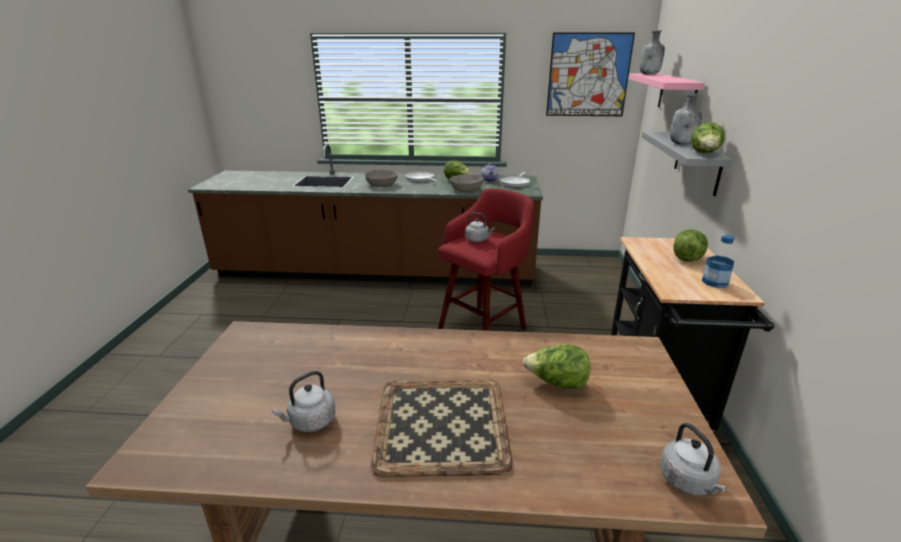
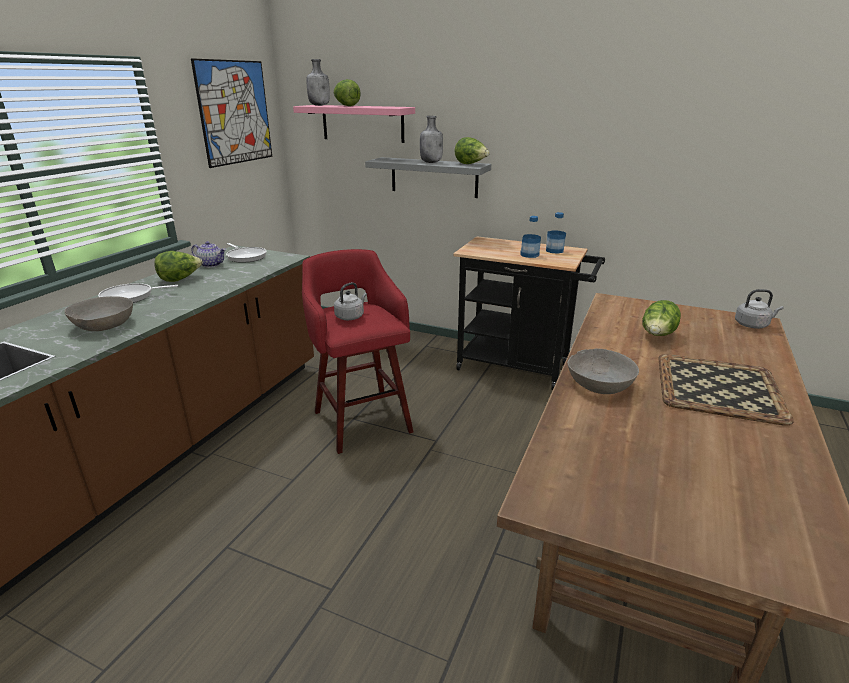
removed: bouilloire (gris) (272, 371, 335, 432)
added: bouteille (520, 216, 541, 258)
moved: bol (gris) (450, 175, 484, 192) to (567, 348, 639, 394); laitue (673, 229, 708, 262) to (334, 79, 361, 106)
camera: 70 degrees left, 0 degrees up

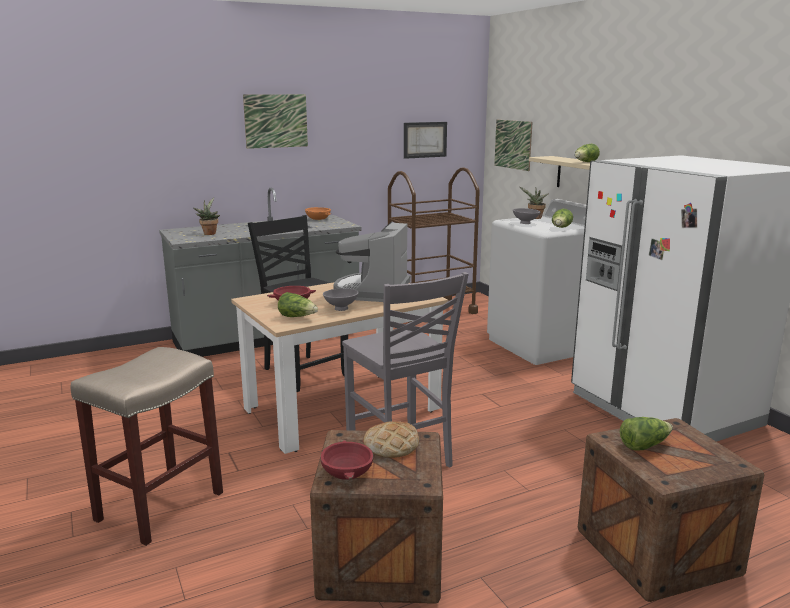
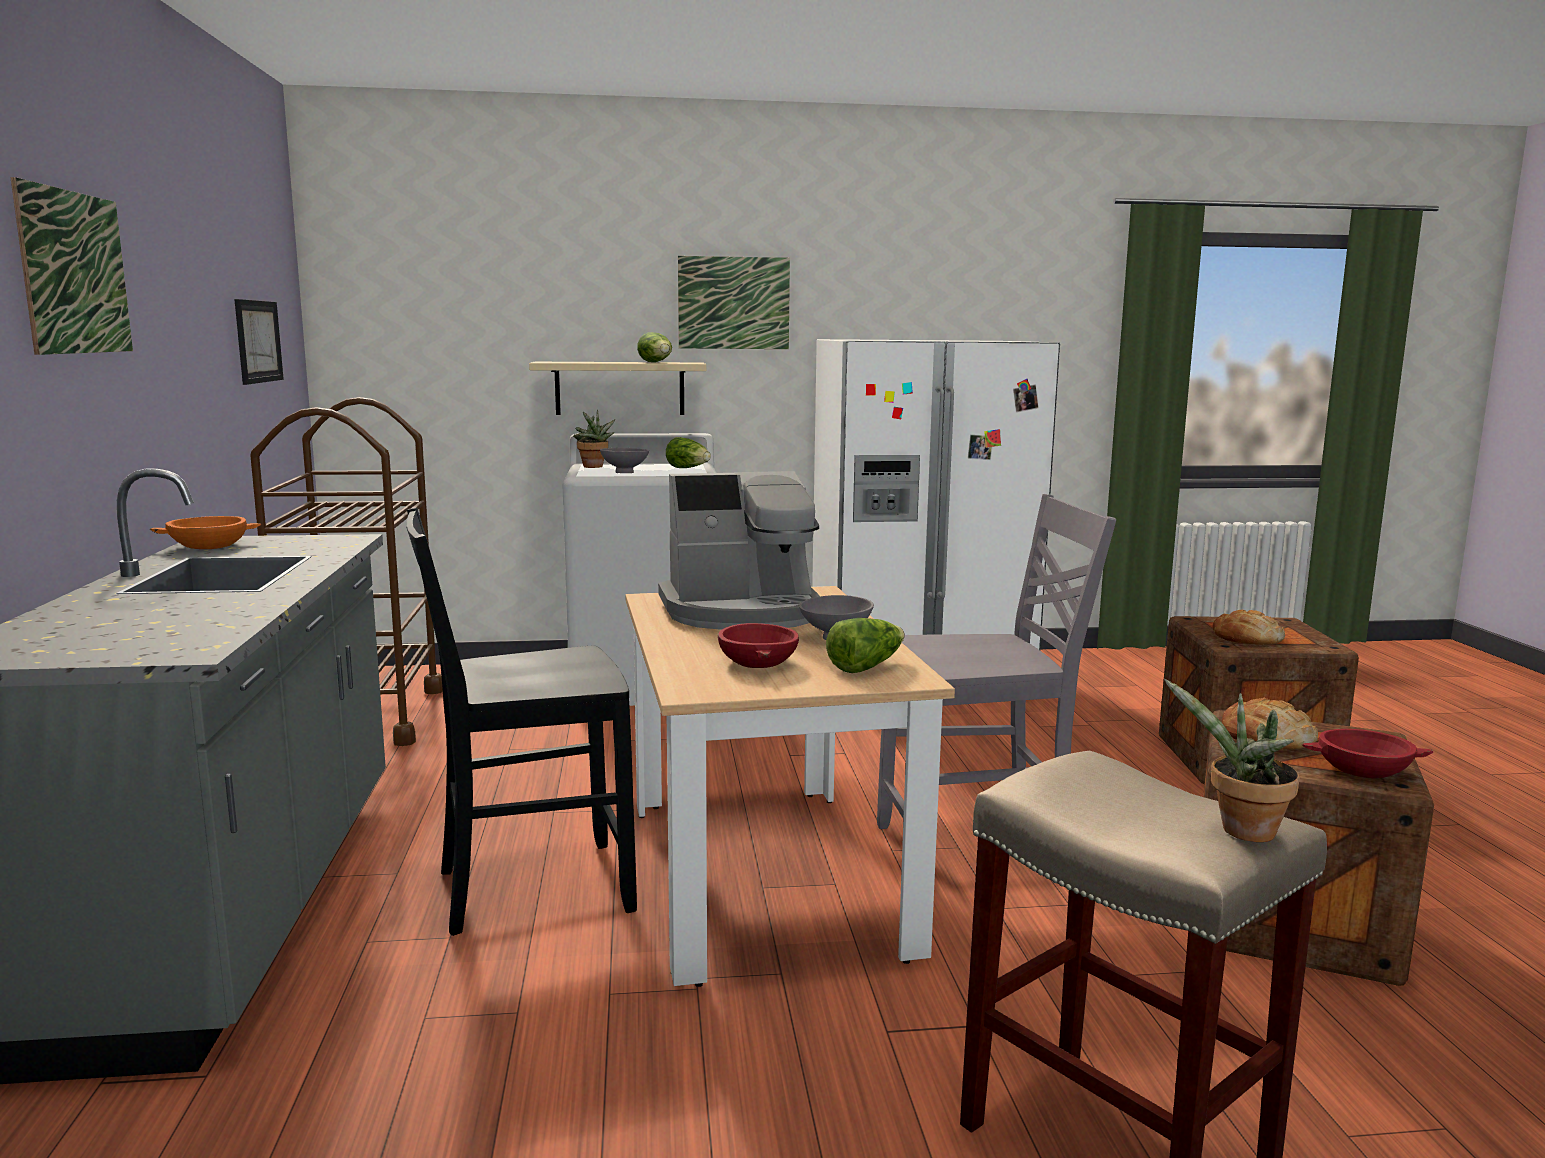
moved: plante en pot (194, 198, 220, 235) to (1164, 679, 1300, 842); tableau (494, 120, 533, 171) to (678, 256, 790, 349)
replaced: laitue (620, 417, 673, 451) to pain (1212, 609, 1285, 645)
turned: machine à café (333, 222, 410, 302) = (658, 471, 820, 630) 45 degrees counterclockwise
camera: 70 degrees left, 5 degrees down

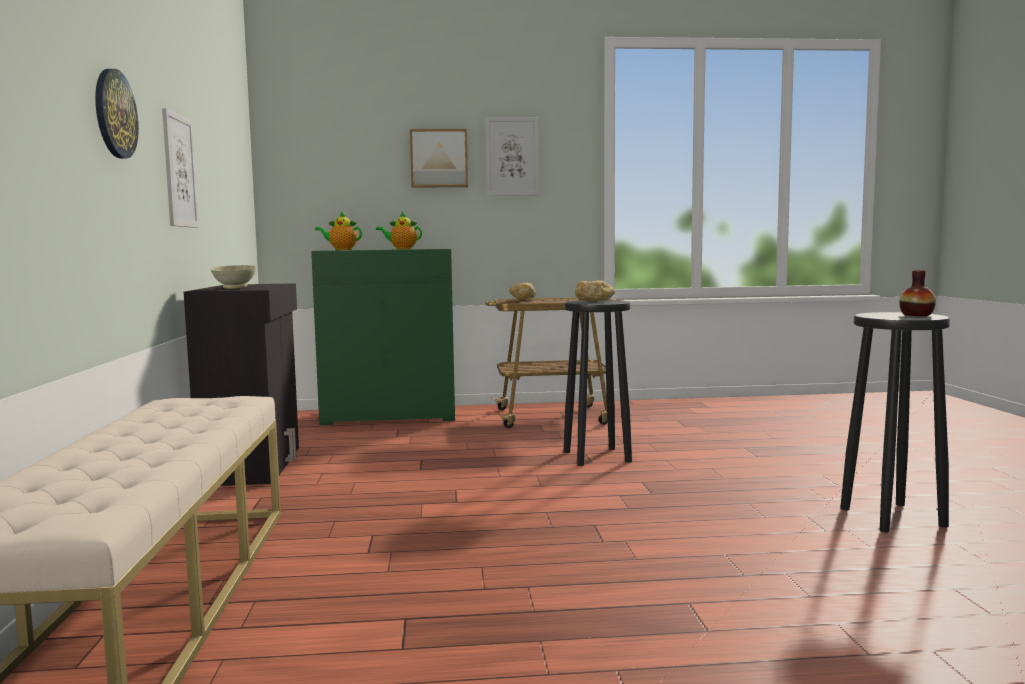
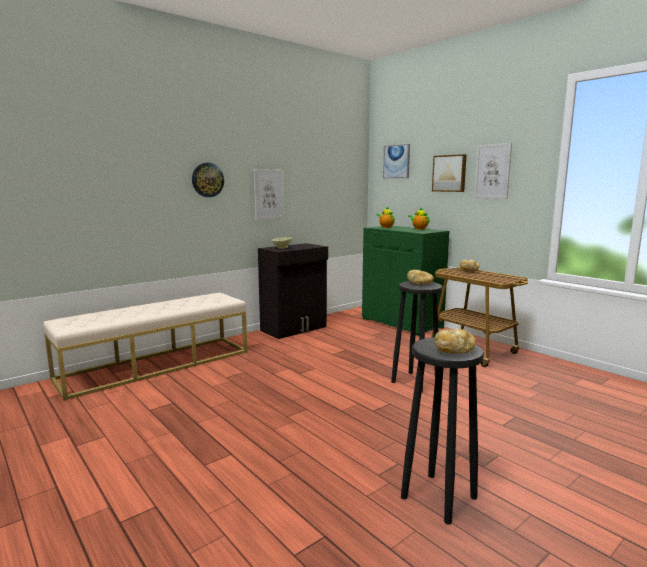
added: tableau (383, 144, 410, 178)
replaced: vase (899, 270, 936, 316) to pain (435, 329, 476, 354)
camera: 55 degrees right, 5 degrees up

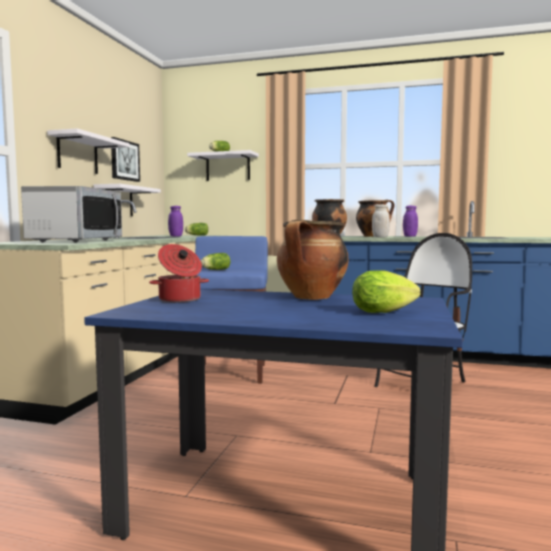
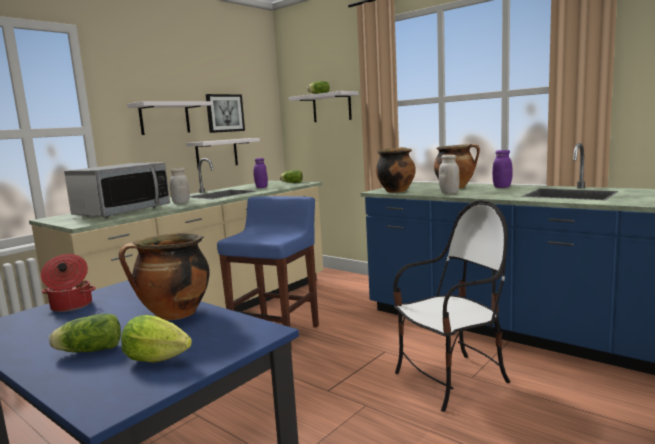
added: bocal (blanc) (170, 168, 190, 204)
moved: laitue (201, 253, 230, 270) to (49, 314, 121, 352)
camera: 25 degrees right, 5 degrees up

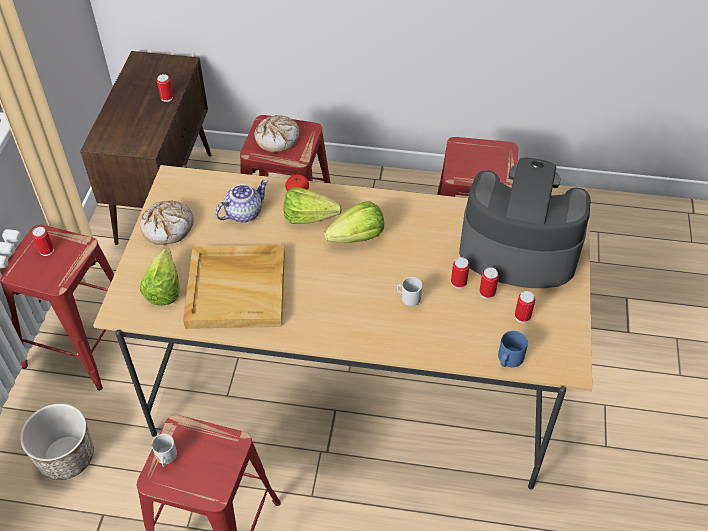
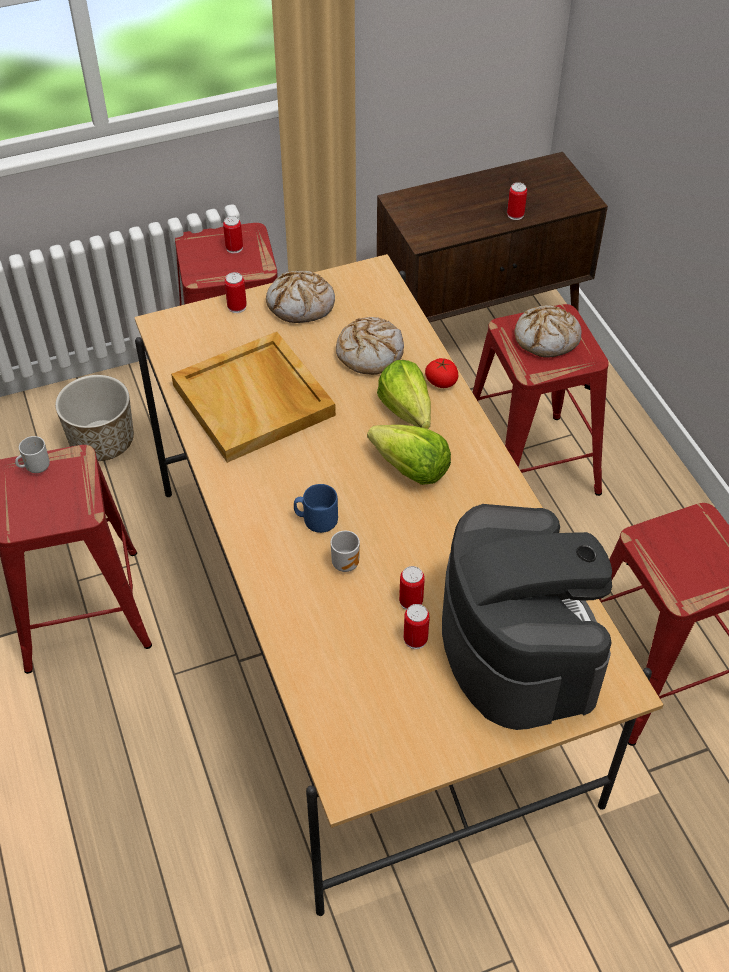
removed: laitue (140, 248, 180, 306)
moved: mug (bleu) (498, 331, 528, 367) to (294, 484, 338, 533); boîte métallique (515, 291, 535, 323) to (225, 272, 247, 313)
replaced: théière (215, 180, 268, 223) to pain (336, 317, 404, 375)
camera: 60 degrees right, 0 degrees up

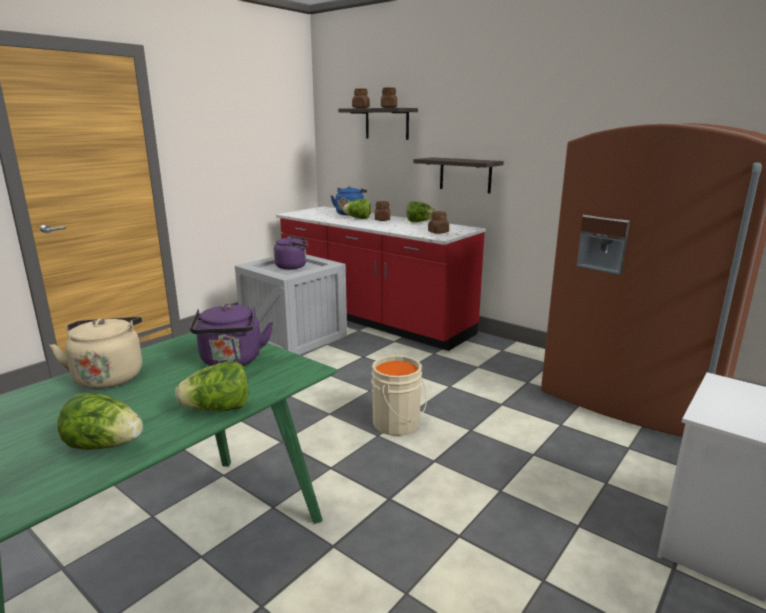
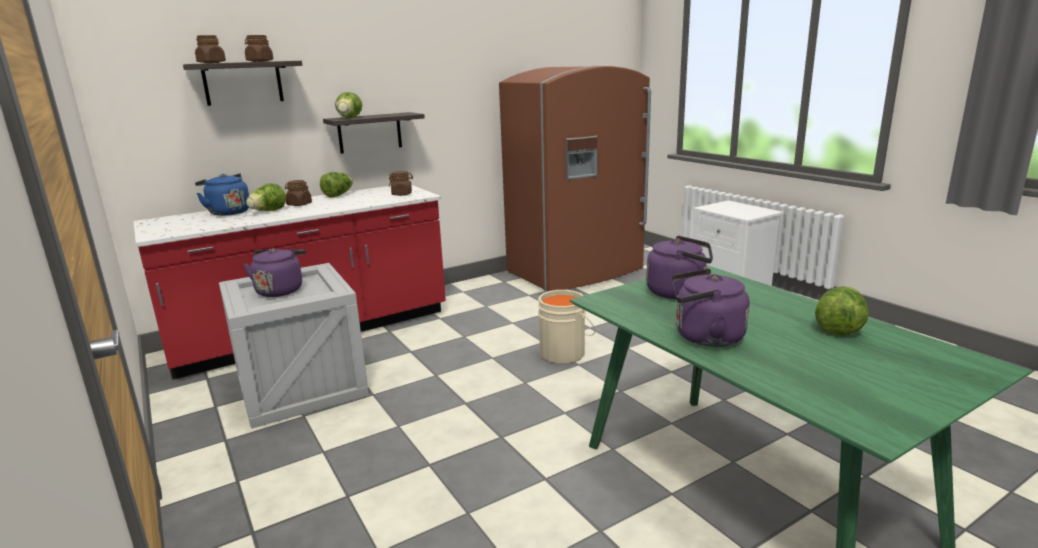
moved: laitue (175, 361, 248, 412) to (335, 92, 362, 118)
recoloured: bouilloire (beige) (49, 317, 142, 389) to bouilloire (violet) (671, 269, 750, 347)
camera: 70 degrees left, 0 degrees up

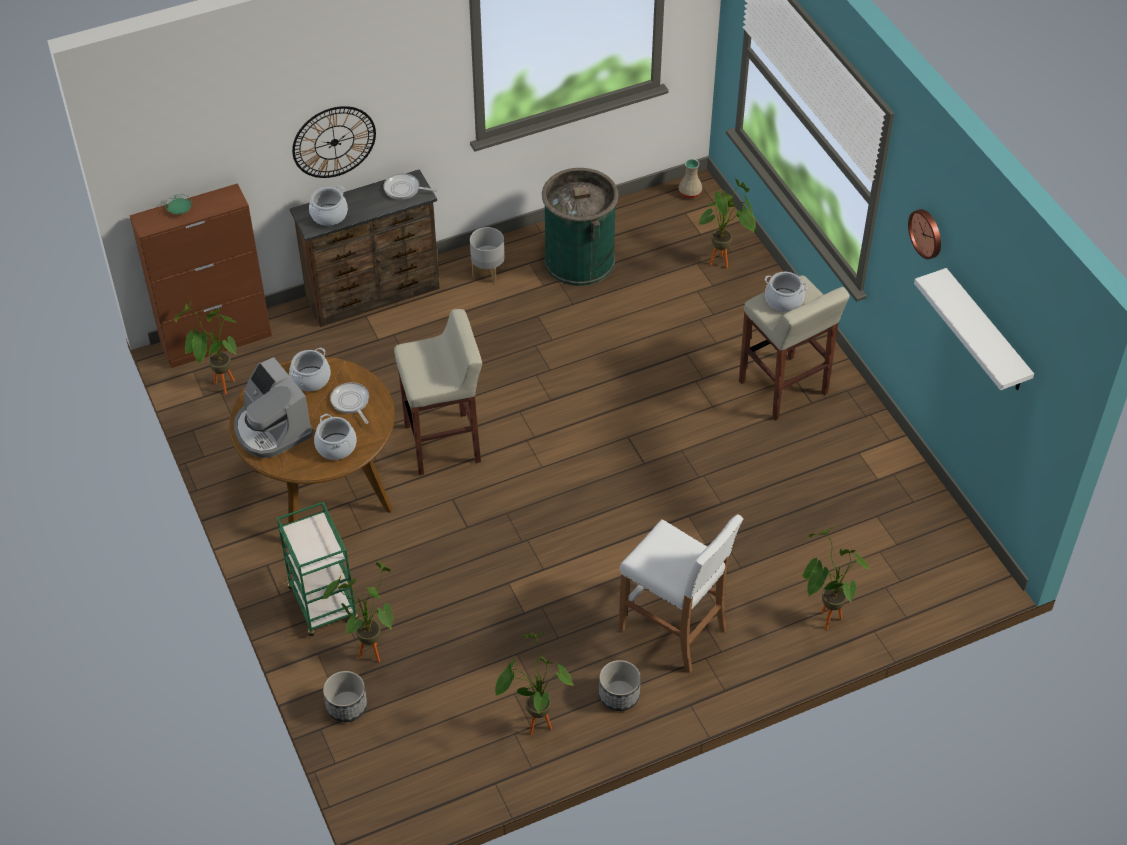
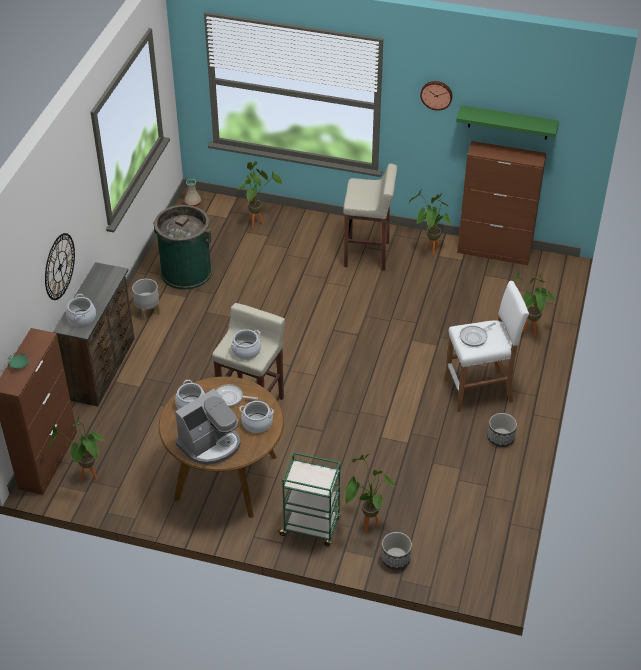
added: meuble de rangement (marron) (457, 141, 547, 265)
moved: poêle (384, 173, 438, 200) to (460, 322, 496, 347); plante en pot (495, 633, 574, 735) to (409, 191, 450, 256); marmite (765, 272, 808, 312) to (230, 329, 261, 360)
recoloured: étagère (blanc) (914, 268, 1034, 390) to étagère (vert) (456, 105, 559, 140)
turned: machine à café (234, 357, 313, 458) = (175, 389, 241, 465) 45 degrees counterclockwise
camera: 50 degrees left, 5 degrees down

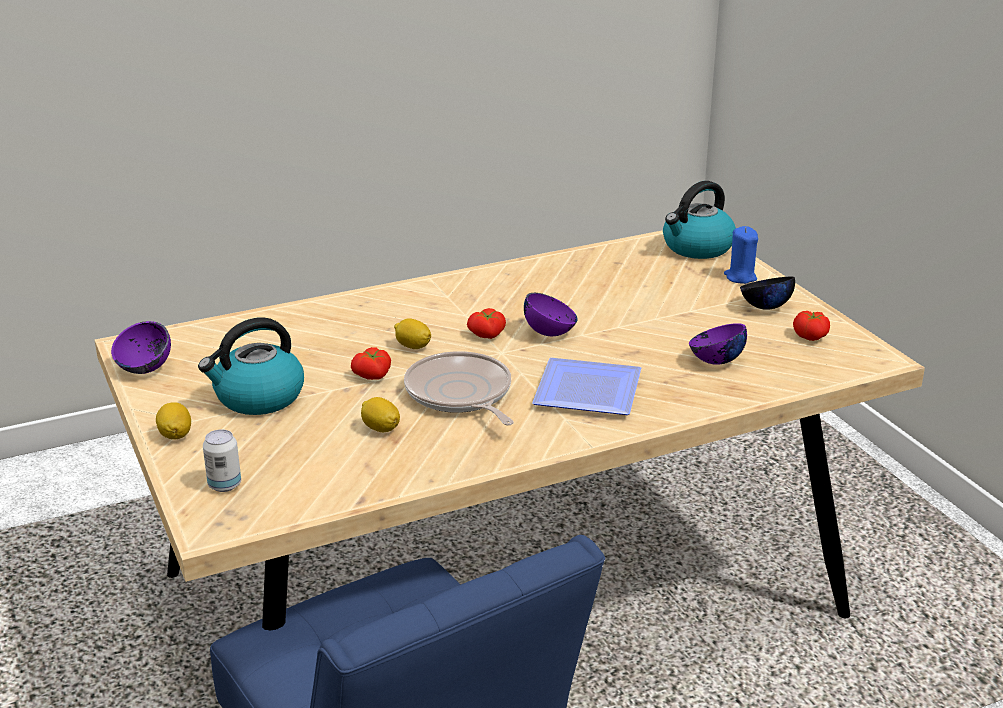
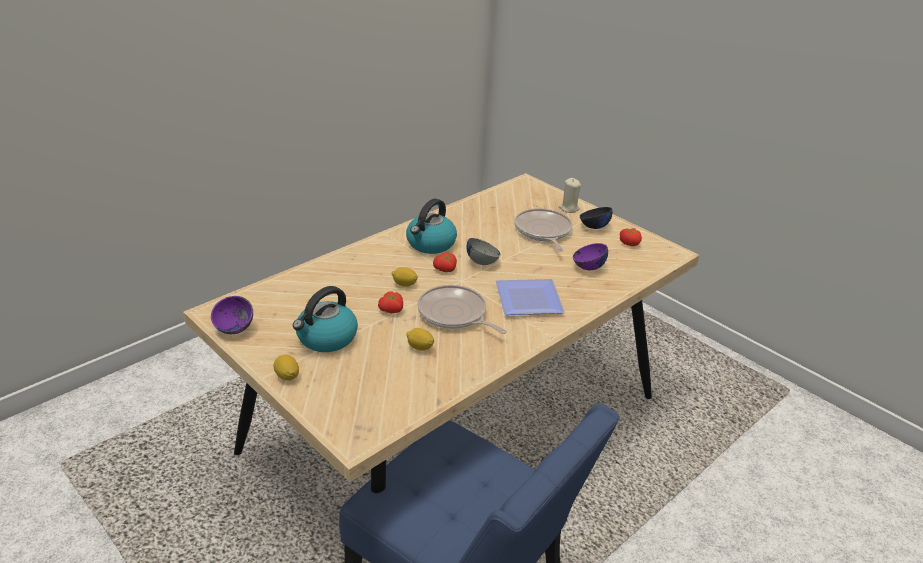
removed: boîte métallique (203, 429, 241, 492)
added: poêle (514, 208, 573, 251)
moved: bouilloire (663, 181, 736, 259) to (406, 199, 457, 254)
recoloured: bol (violet) (524, 293, 578, 336) to bol (gris) (466, 238, 501, 265); bougie (bleu) (724, 226, 758, 284) to bougie (beige) (558, 178, 581, 213)
camera: 20 degrees left, 5 degrees up

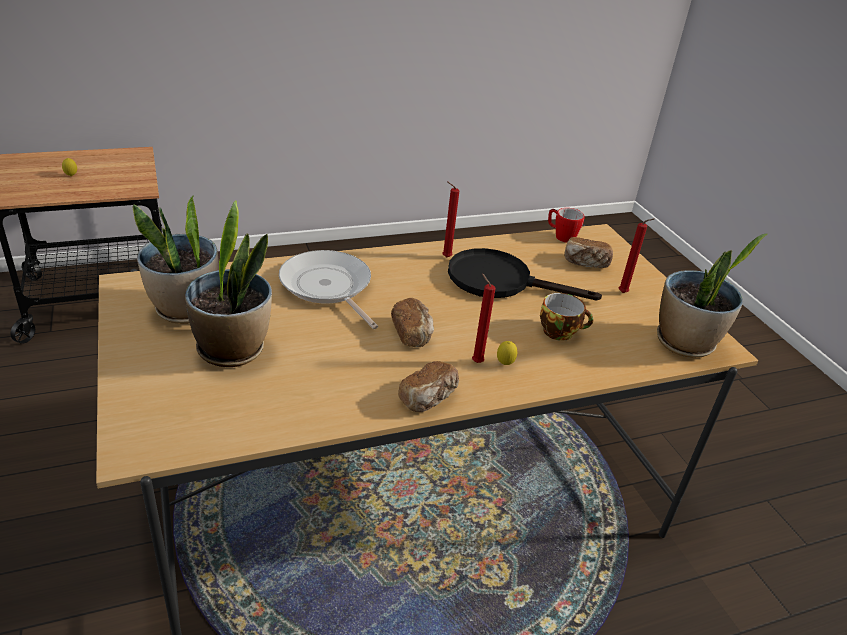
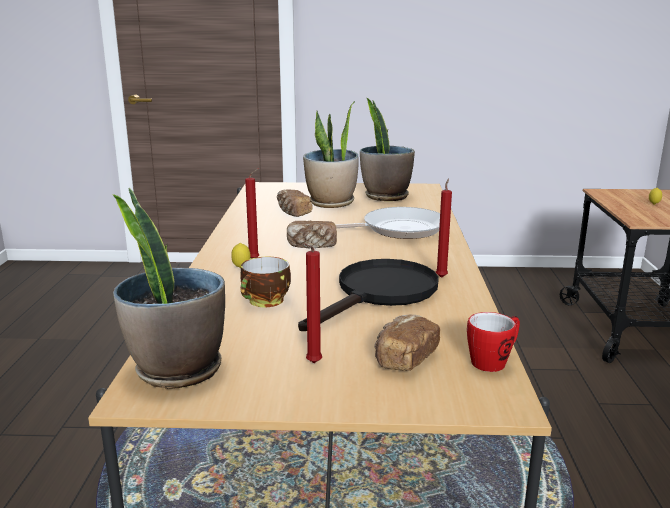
moved: pain (398, 361, 459, 412) to (277, 189, 313, 217)
camera: 115 degrees right, 15 degrees down

